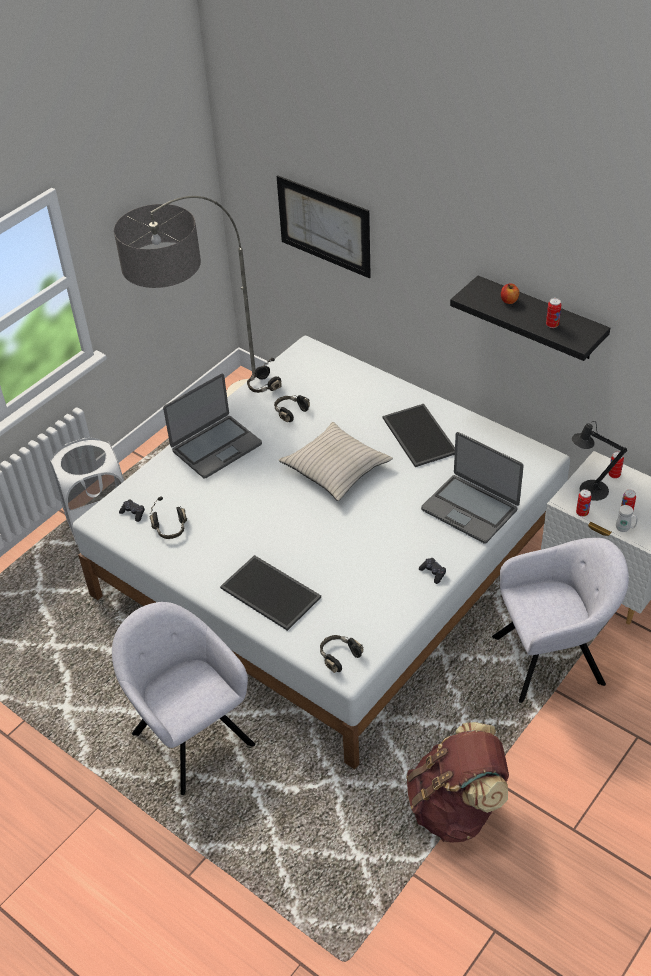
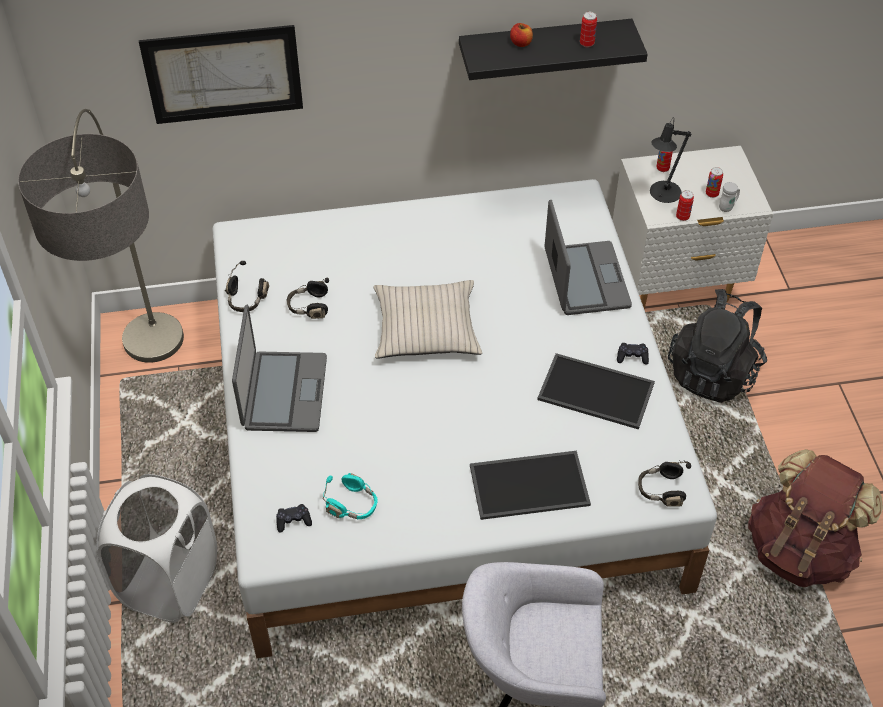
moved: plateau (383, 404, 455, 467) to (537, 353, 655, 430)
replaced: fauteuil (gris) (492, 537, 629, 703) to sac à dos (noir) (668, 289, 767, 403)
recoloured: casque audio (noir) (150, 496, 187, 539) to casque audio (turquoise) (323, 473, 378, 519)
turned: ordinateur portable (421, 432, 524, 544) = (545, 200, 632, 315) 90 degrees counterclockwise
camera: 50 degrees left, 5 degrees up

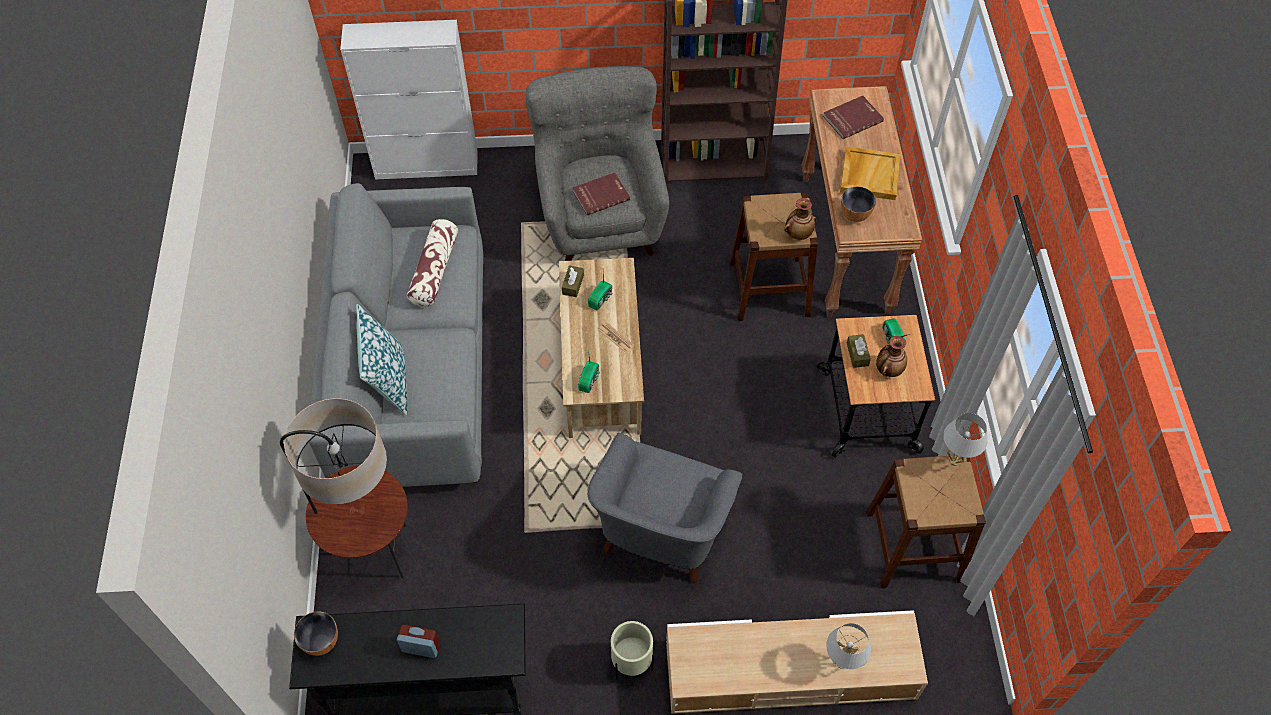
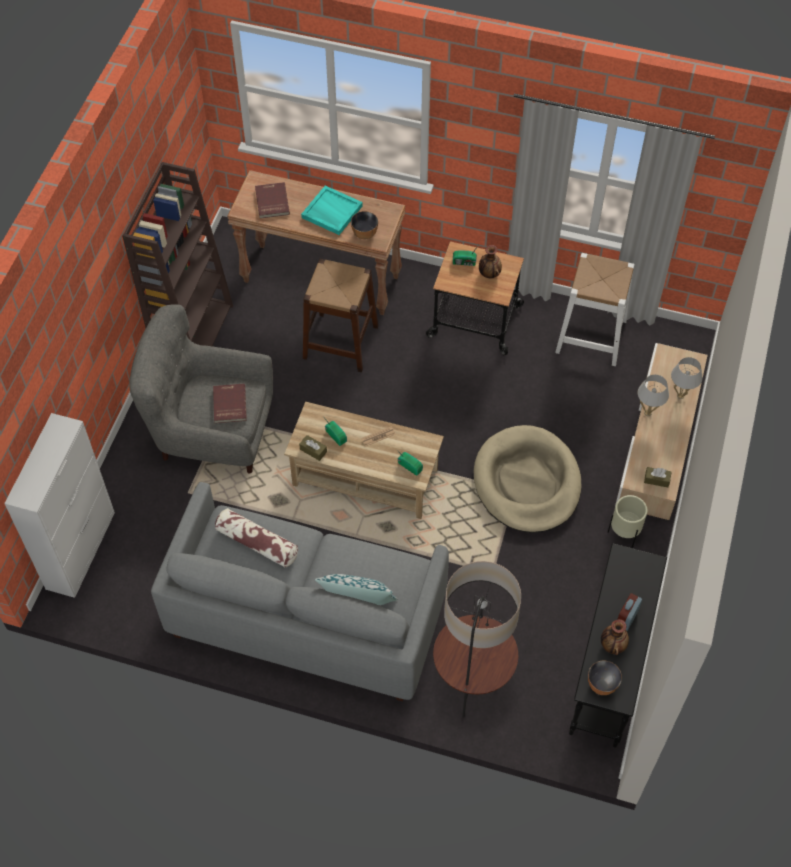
moved: vase (784, 198, 817, 240) to (601, 619, 629, 655); boîte à mouchoirs (marron) (847, 334, 871, 368) to (644, 467, 671, 487); lampe de table (blanc) (943, 413, 987, 466) to (638, 375, 669, 416)
replaced: fauteuil (gris) (587, 433, 742, 583) to panier pour chien (beige) (474, 425, 581, 533)
recoloured: plateau (beige) (840, 146, 901, 200) to plateau (turquoise) (301, 186, 363, 235); tabouret (marron) (866, 455, 986, 588) to tabouret (blanc) (555, 253, 635, 366)
camera: 70 degrees left, 0 degrees up

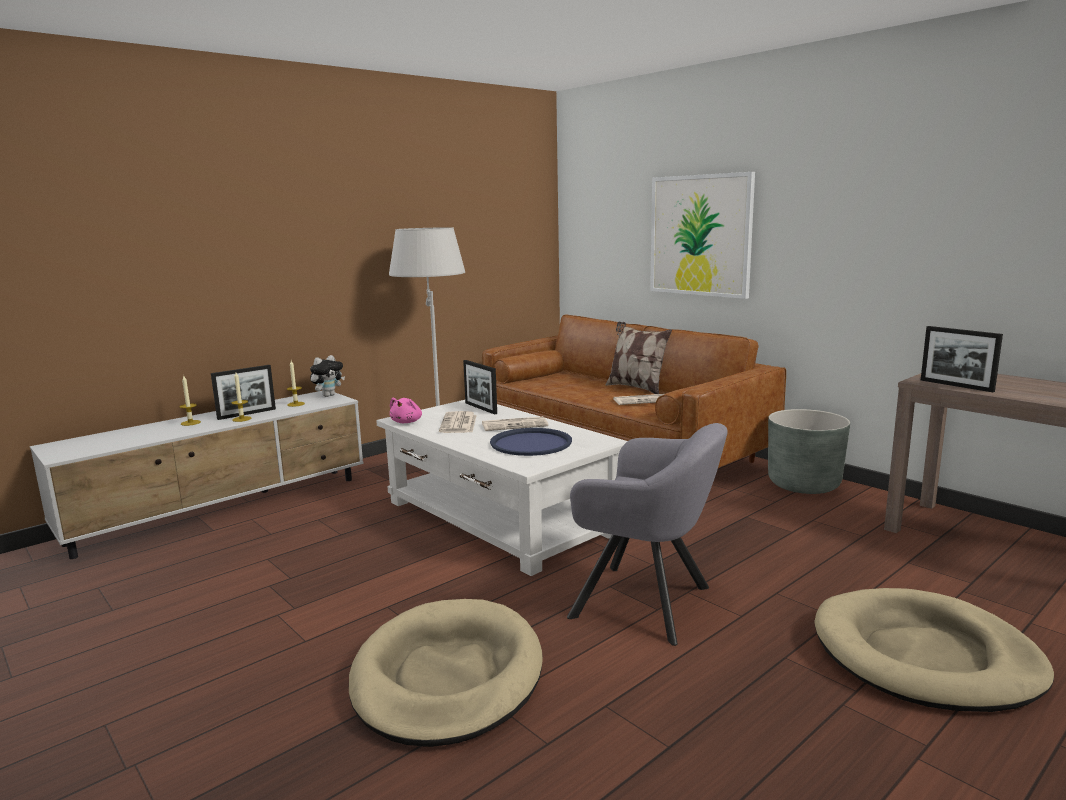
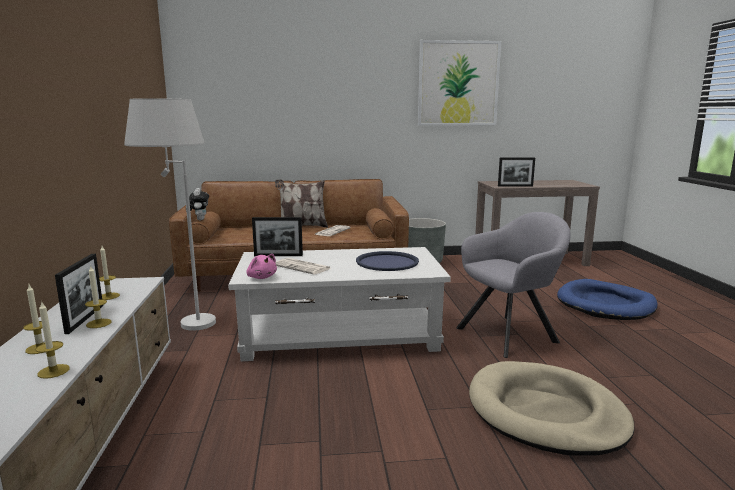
removed: journal (482, 416, 548, 431)
added: bougie (35, 301, 70, 379)
moved: peluche (310, 355, 345, 397) to (189, 188, 209, 220); tableau (650, 172, 755, 299) to (418, 40, 501, 126)
recoloured: panier pour chien (beige) (814, 588, 1054, 712) to panier pour chien (bleu) (557, 279, 658, 320)
camera: 55 degrees left, 0 degrees up

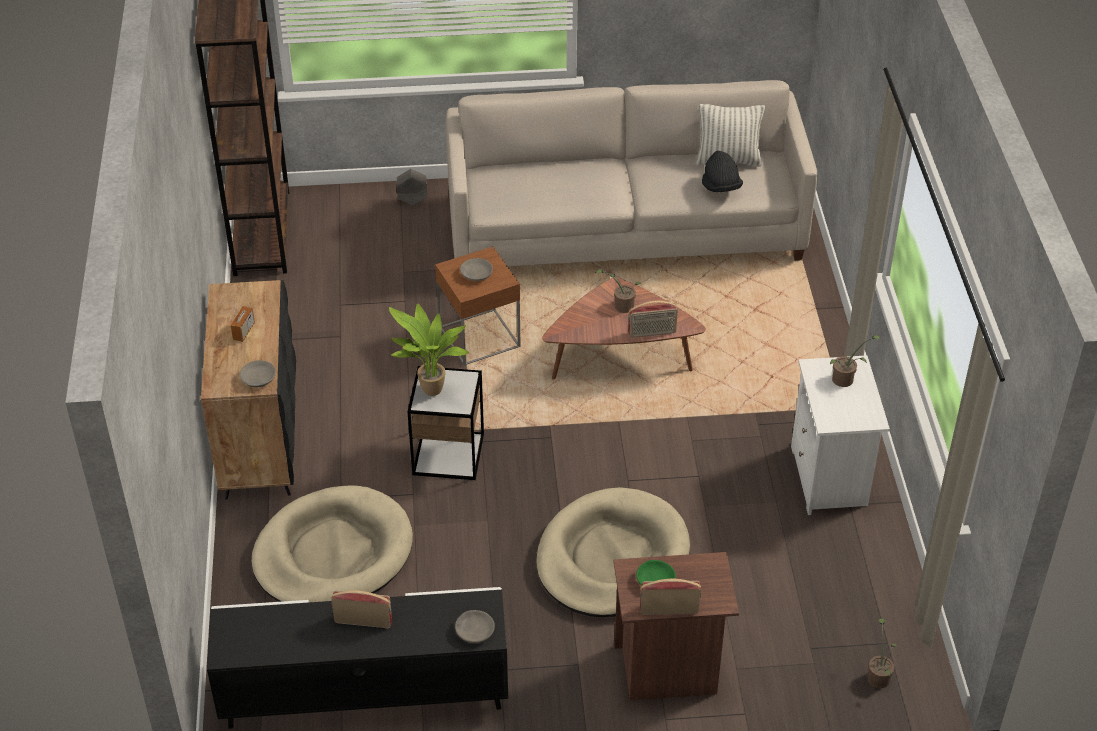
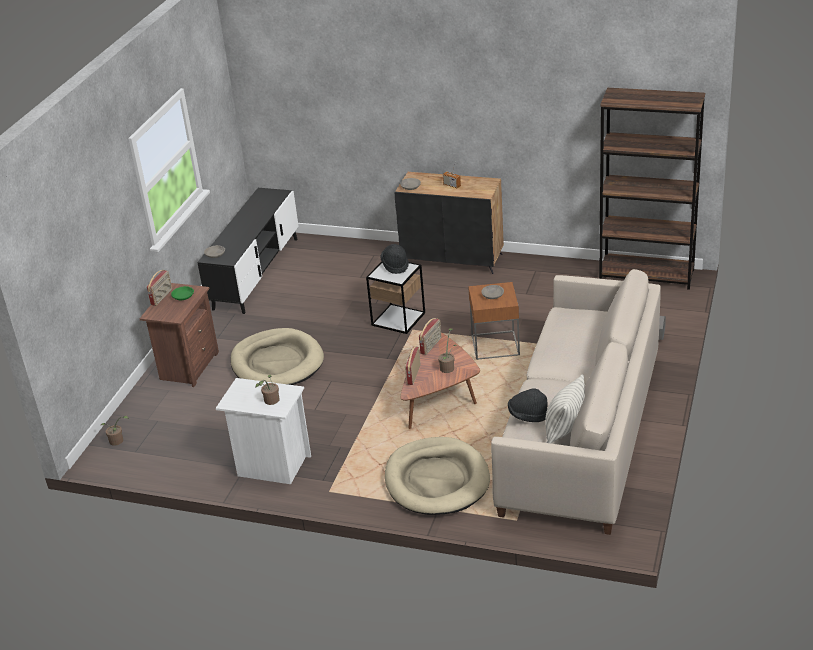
moved: panier pour chien (beige) (252, 486, 413, 602) to (385, 437, 490, 515); radio (331, 590, 392, 628) to (419, 318, 441, 355)
replaced: plante en pot (389, 304, 469, 396) to chapeau (noir) (380, 244, 409, 274)
camera: 115 degrees right, 10 degrees down

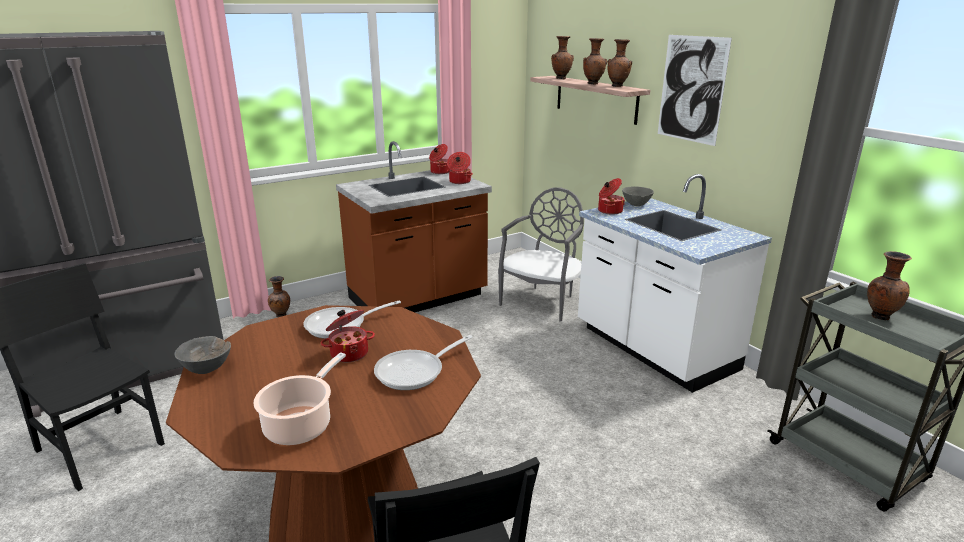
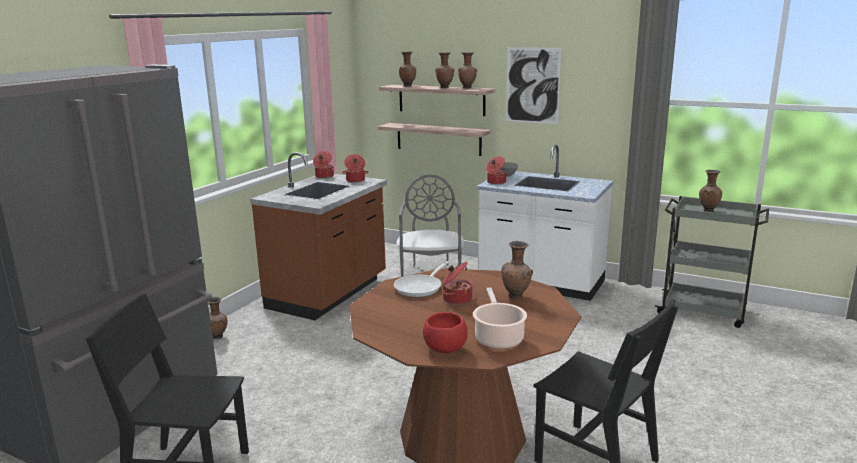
removed: bol (gris) (175, 336, 231, 374)
added: étagère (378, 123, 491, 156); bol (rouge) (423, 312, 468, 353)
replaced: poêle (374, 335, 473, 390) to vase (marron) (501, 241, 533, 299)
camera: 30 degrees left, 5 degrees down

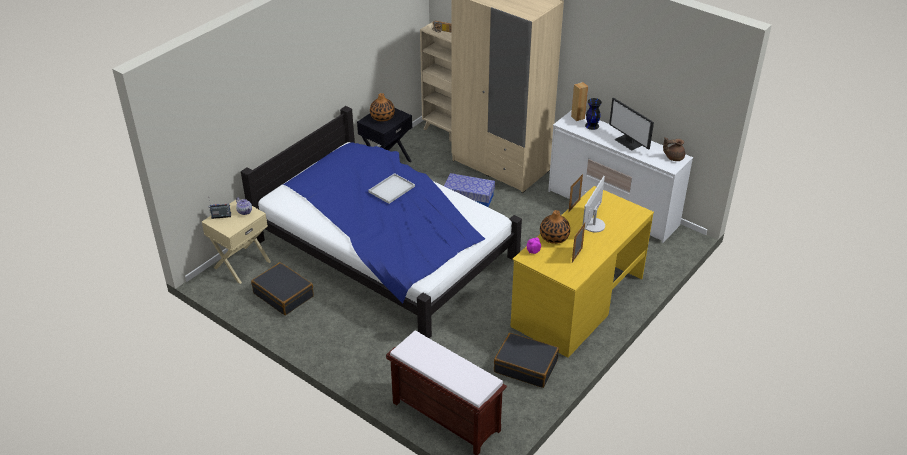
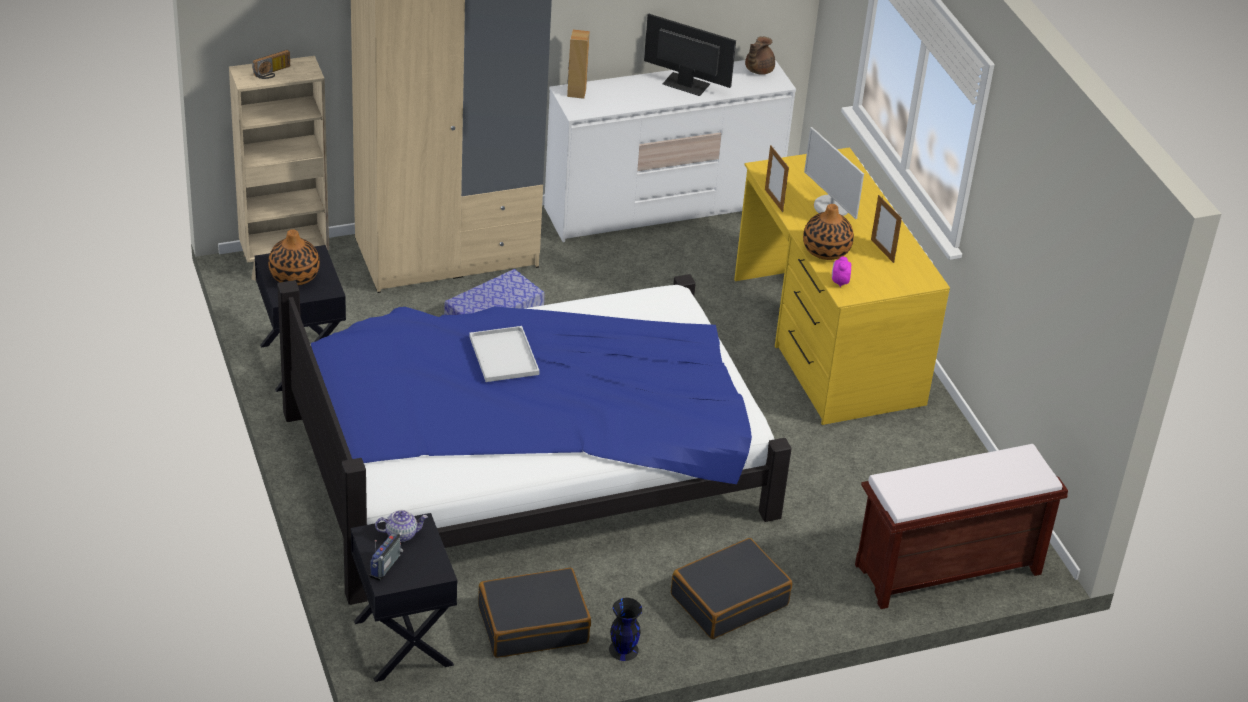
moved: valise (noir) (494, 333, 559, 388) to (671, 538, 792, 639); vase (noir) (585, 98, 602, 130) to (609, 598, 642, 661)
recoloured: table de chevet (beige) (202, 199, 271, 284) to table de chevet (noir) (351, 513, 457, 682)
turned: écran d'ordinateur (609, 97, 654, 151) = (644, 14, 736, 96) 150 degrees counterclockwise
camera: 60 degrees left, 0 degrees up

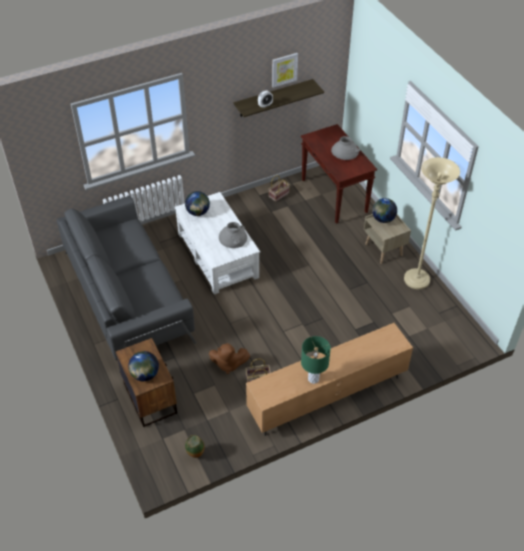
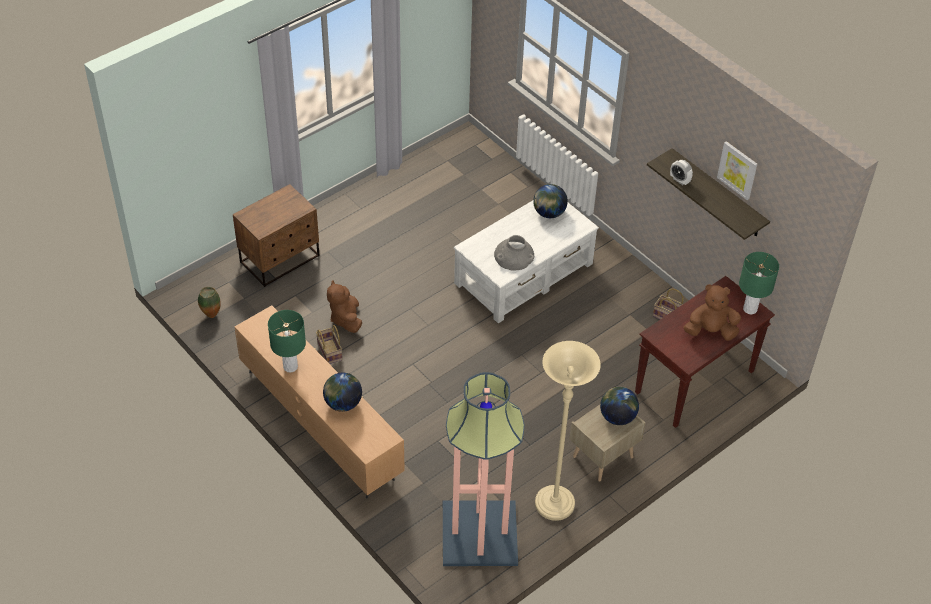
removed: canapé (gris) (56, 196, 196, 373)
added: lampadaire (443, 372, 525, 566); lampe de table (vert) (739, 252, 779, 314)
moved: globe (128, 351, 159, 381) to (323, 372, 362, 412)
replaced: vase (gris) (331, 136, 360, 160) to peluche (marron) (684, 284, 741, 341)
camera: 75 degrees right, 0 degrees up

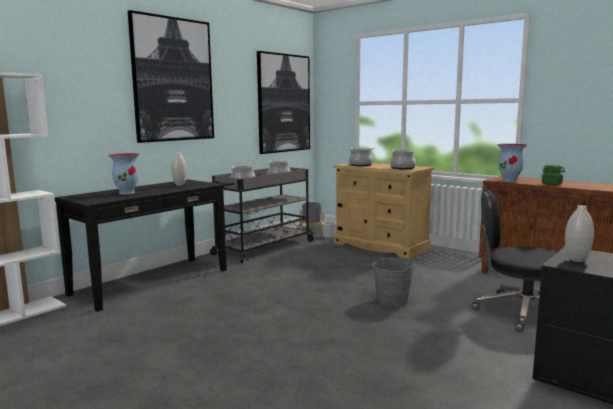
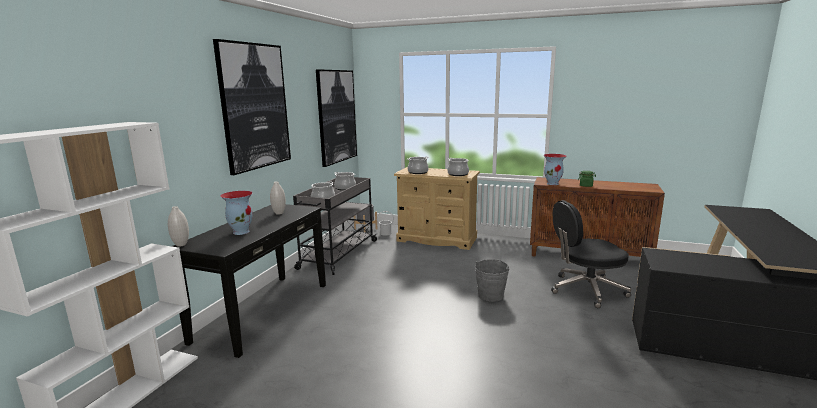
moved: vase (blanc) (565, 205, 594, 262) to (168, 206, 189, 247)
camera: 20 degrees left, 5 degrees up

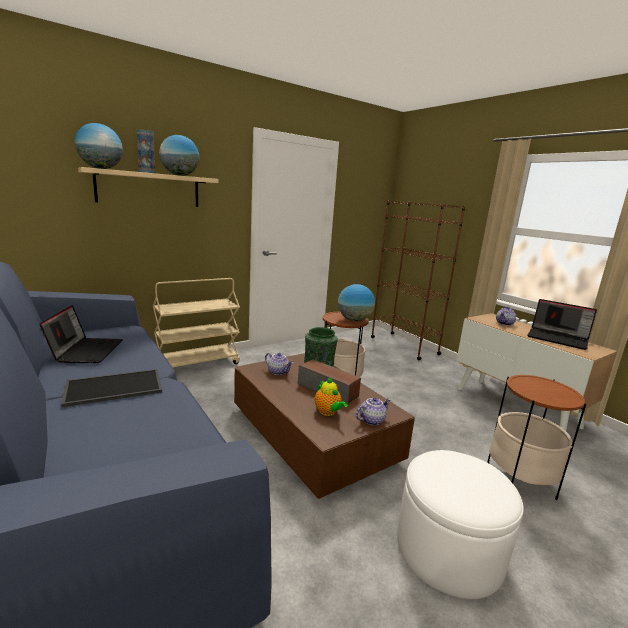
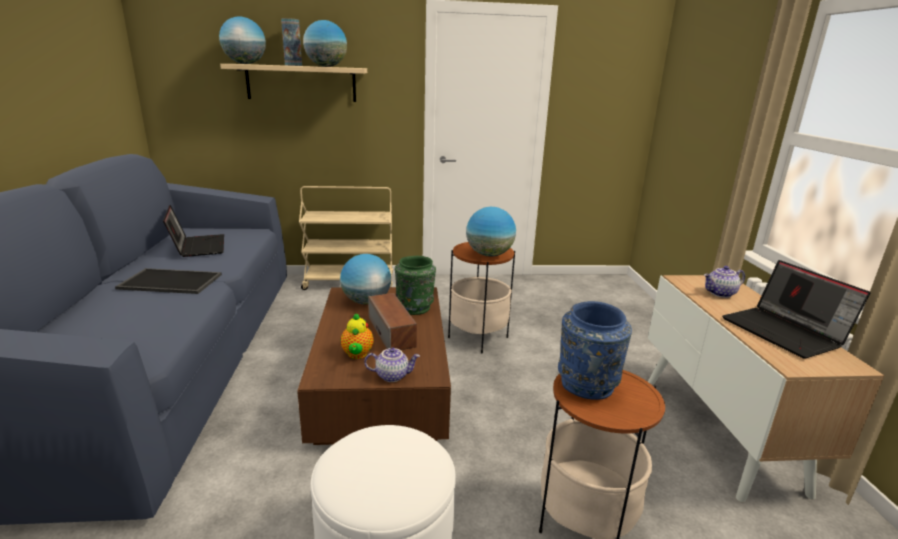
removed: bibliothèque (marron) (371, 200, 465, 360)
added: vase (bleu) (558, 301, 632, 400)
replaced: théière (265, 353, 293, 375) to globe (340, 254, 391, 304)
turned: ordinateur portable (40, 305, 123, 363) = (163, 205, 224, 257) 45 degrees counterclockwise
camera: 30 degrees right, 5 degrees up

